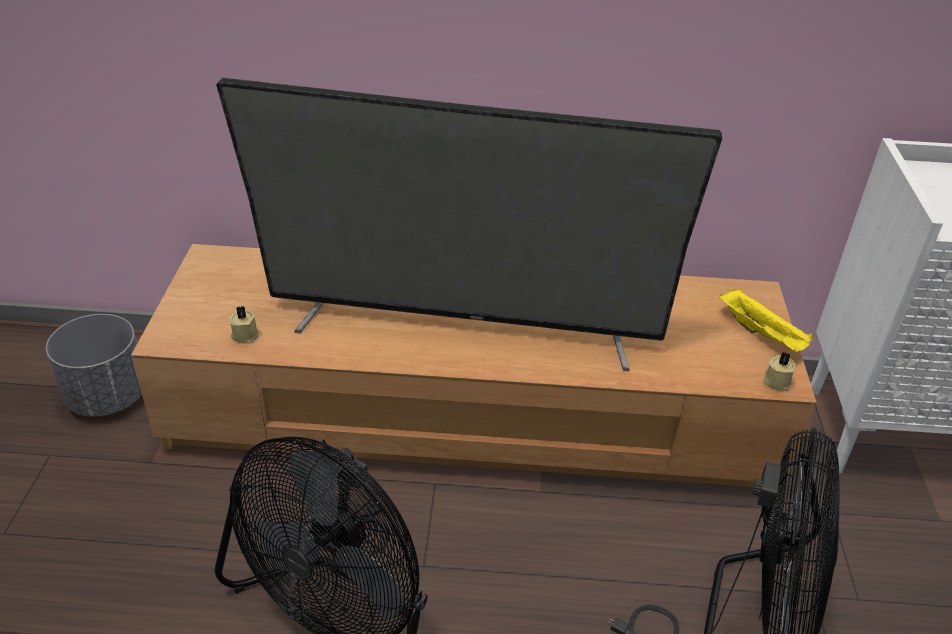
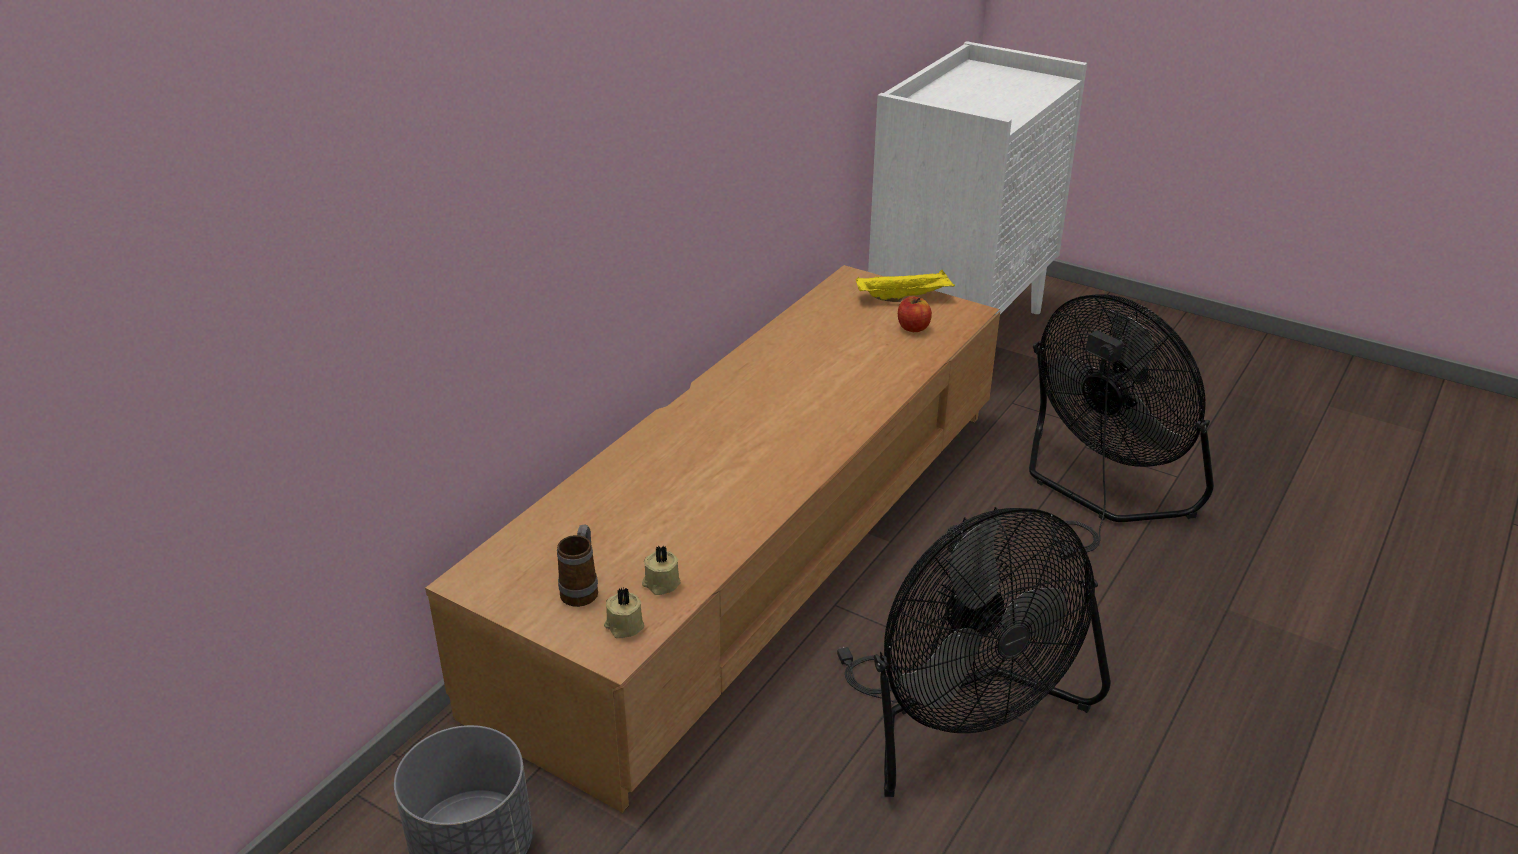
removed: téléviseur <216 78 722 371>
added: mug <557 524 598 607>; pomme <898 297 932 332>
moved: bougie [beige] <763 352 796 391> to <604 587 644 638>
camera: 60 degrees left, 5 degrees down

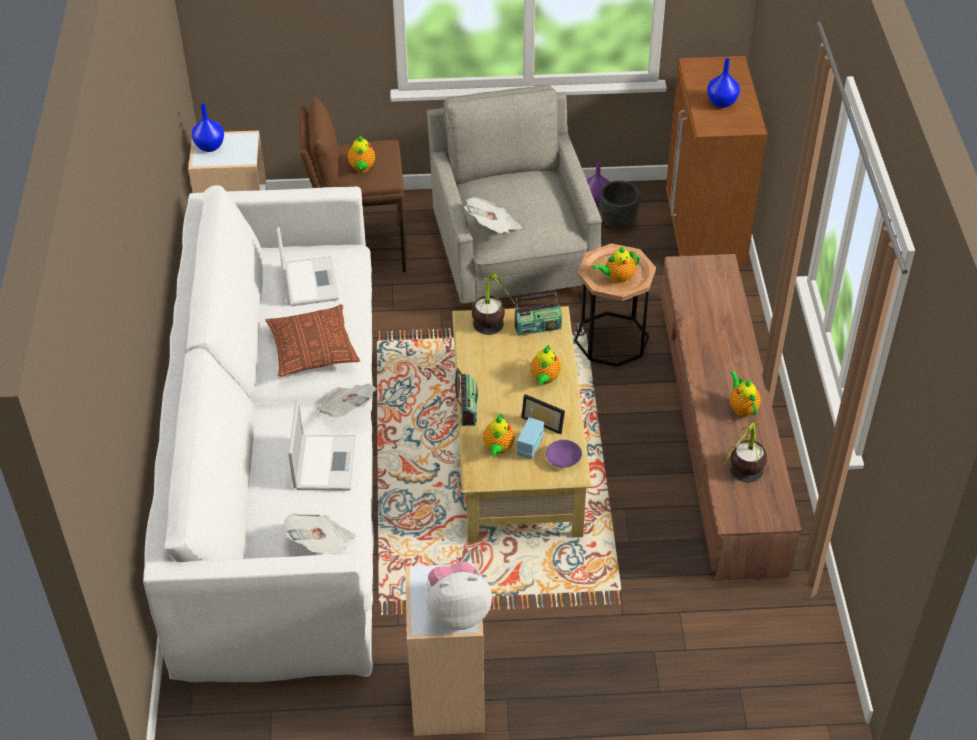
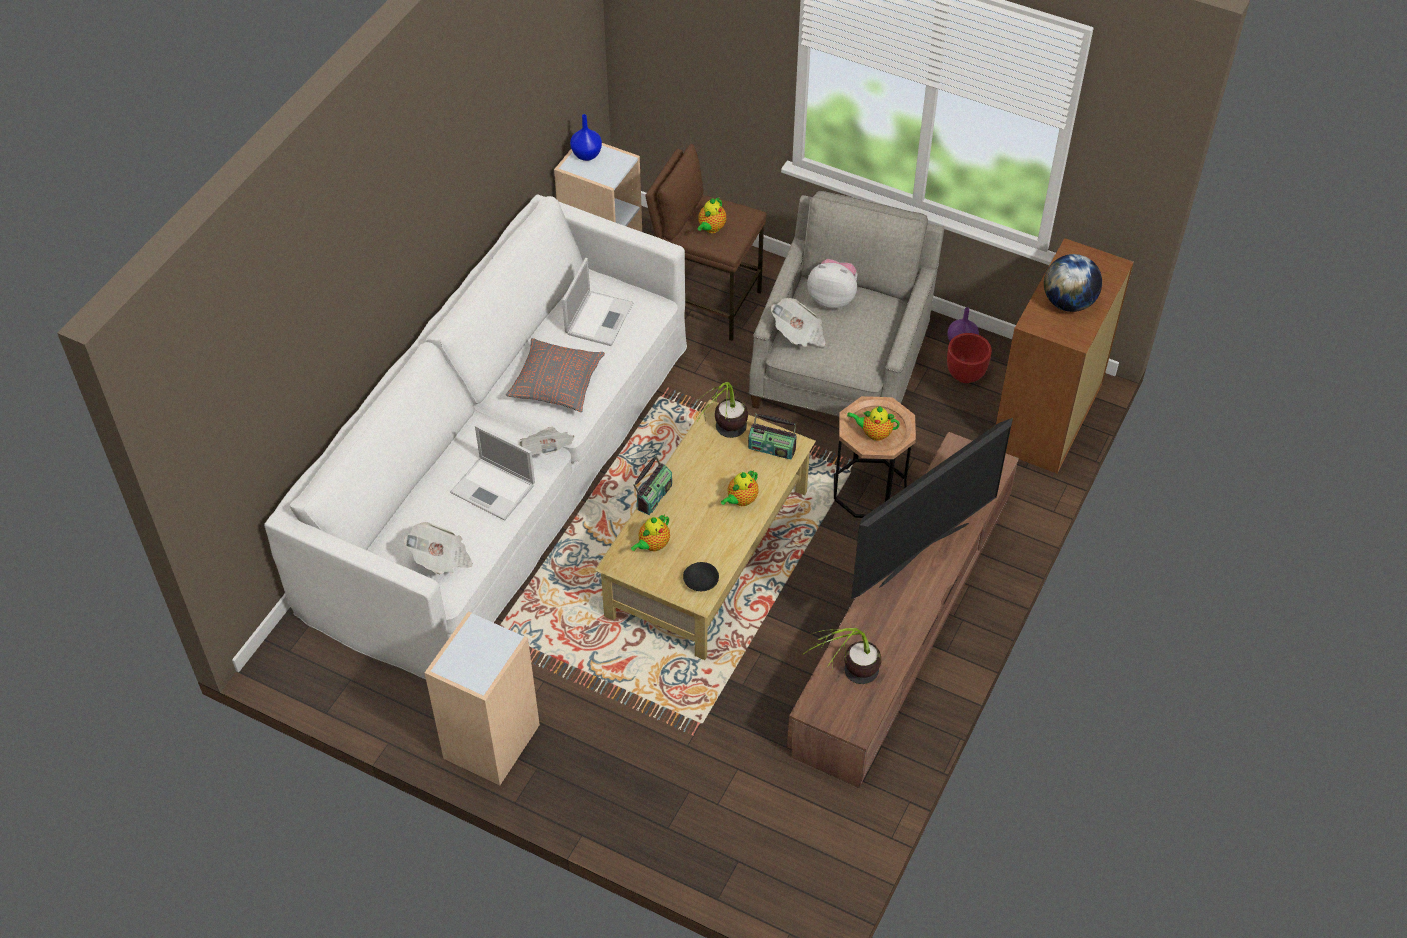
removed: radio <517 408 544 459>; cadre photo <521 394 565 435>; théière <730 371 761 417>
added: téléviseur <851 418 1013 599>
moved: peluche <427 562 492 630> to <807 259 857 309>
replaced: vase [bleu] <707 58 740 108> to globe <1044 254 1102 312>
recoloured: coussin [marron] <266 304 360 377> to coussin [gris] <506 338 605 412>; bol [violet] <546 440 582 468> to bol [noir] <683 562 719 591>; cache-pot [noir] <600 181 641 228> to cache-pot [rouge] <947 333 992 383>
turned: ordinateur portable <288 400 356 491> = <450 425 535 520> 90 degrees clockwise
camera: 30 degrees right, 5 degrees up

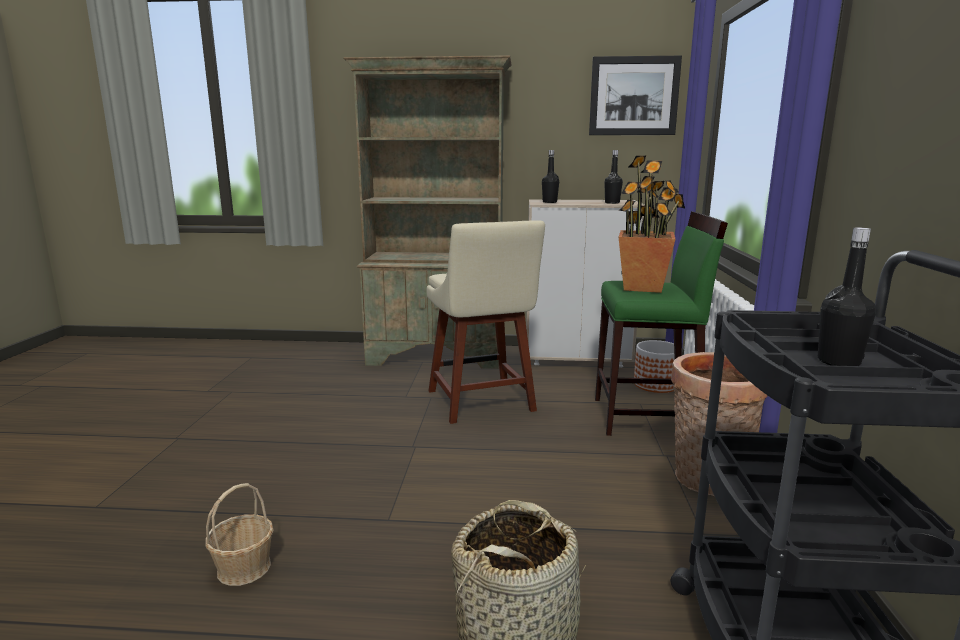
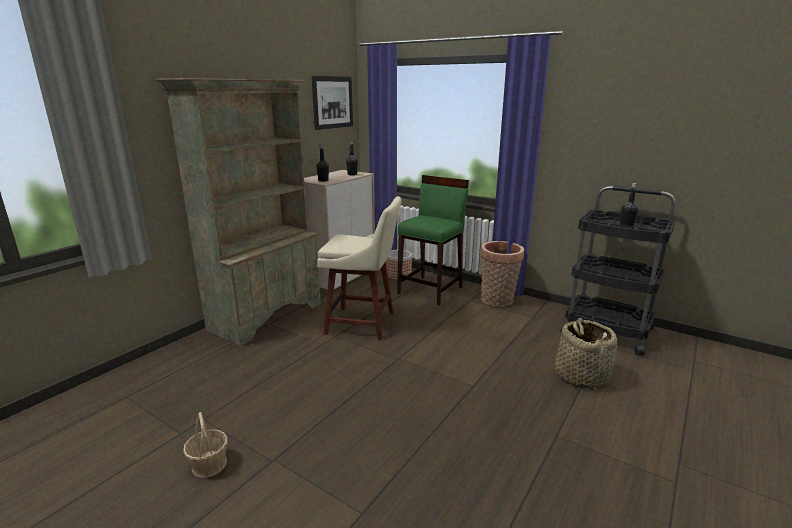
removed: plante en pot <618 156 685 293>
moved: panier <206 483 274 586> to <183 412 228 478>
camera: 60 degrees left, 5 degrees up

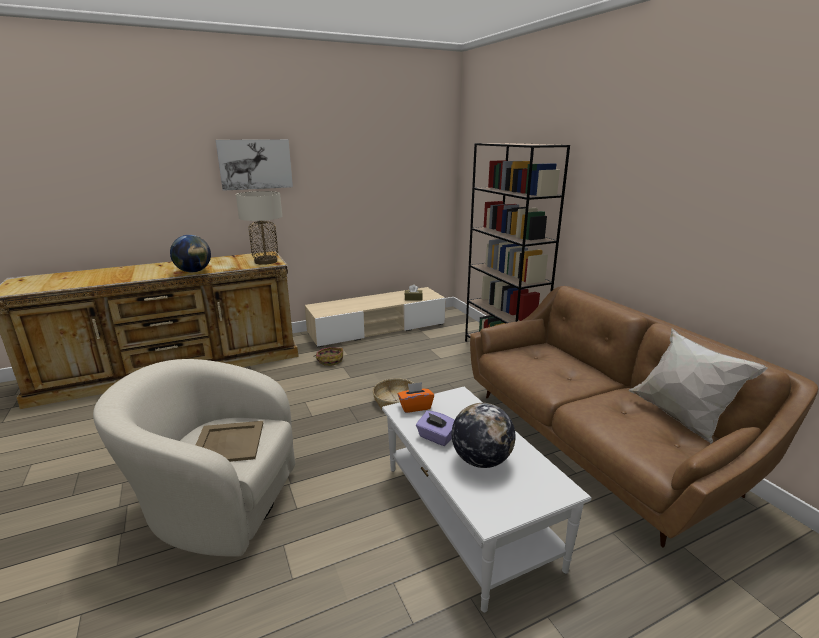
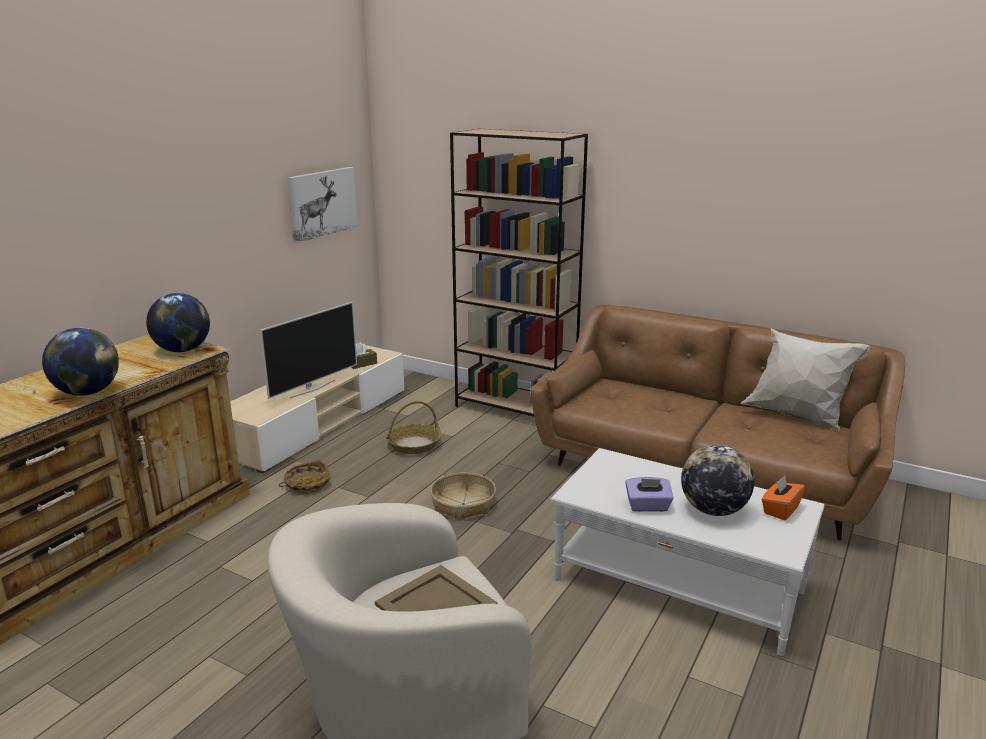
added: téléviseur <260 302 357 399>; panier <386 401 441 454>
moved: tableau <215 139 293 191> to <287 167 358 243>; boîte à mouchoirs [orange] <398 382 434 413> to <762 475 805 520>
replaced: lampe de table <236 191 282 265> to globe <146 293 210 352>
camera: 35 degrees left, 0 degrees up

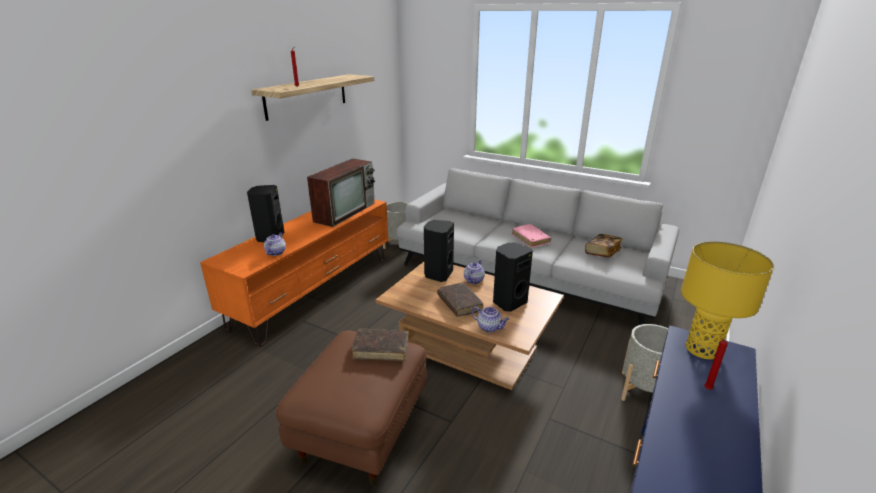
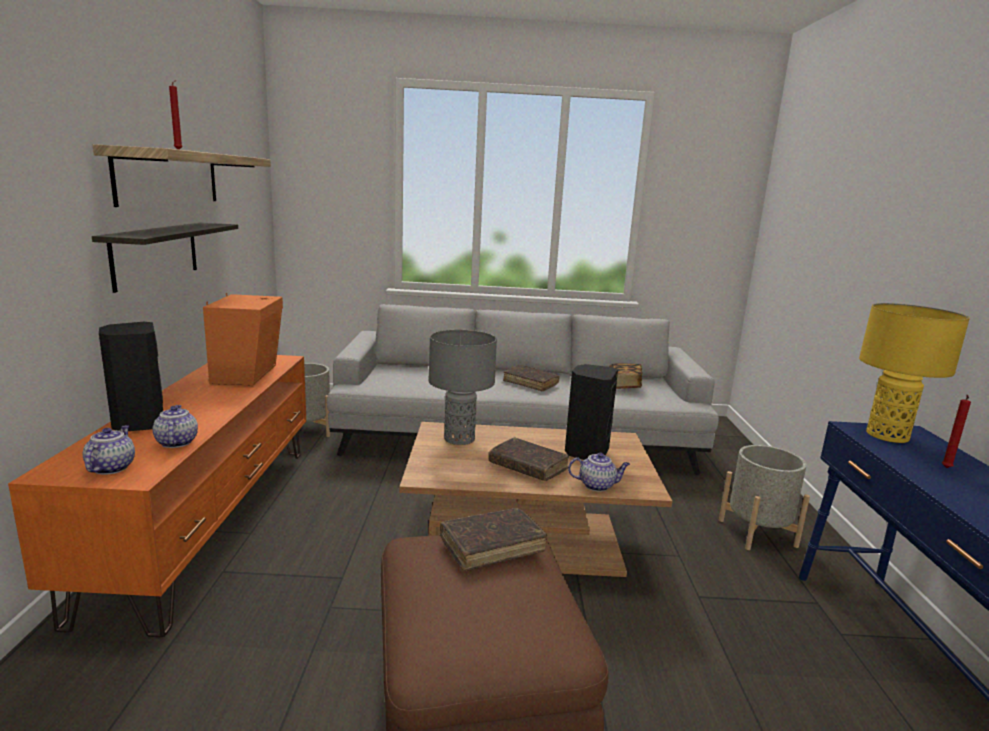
added: étagère <92 222 238 293>
moved: théière <464 260 485 284> to <83 425 135 475>
replaced: téléviseur <307 158 375 227> to enceinte [orange] <203 293 283 386>; enceinte [noir] <424 220 454 282> to lampe de table [gris] <428 330 497 445>
recoloured: livre [rose] <512 224 551 248> to livre [marron] <503 365 560 391>
camera: 30 degrees left, 10 degrees down

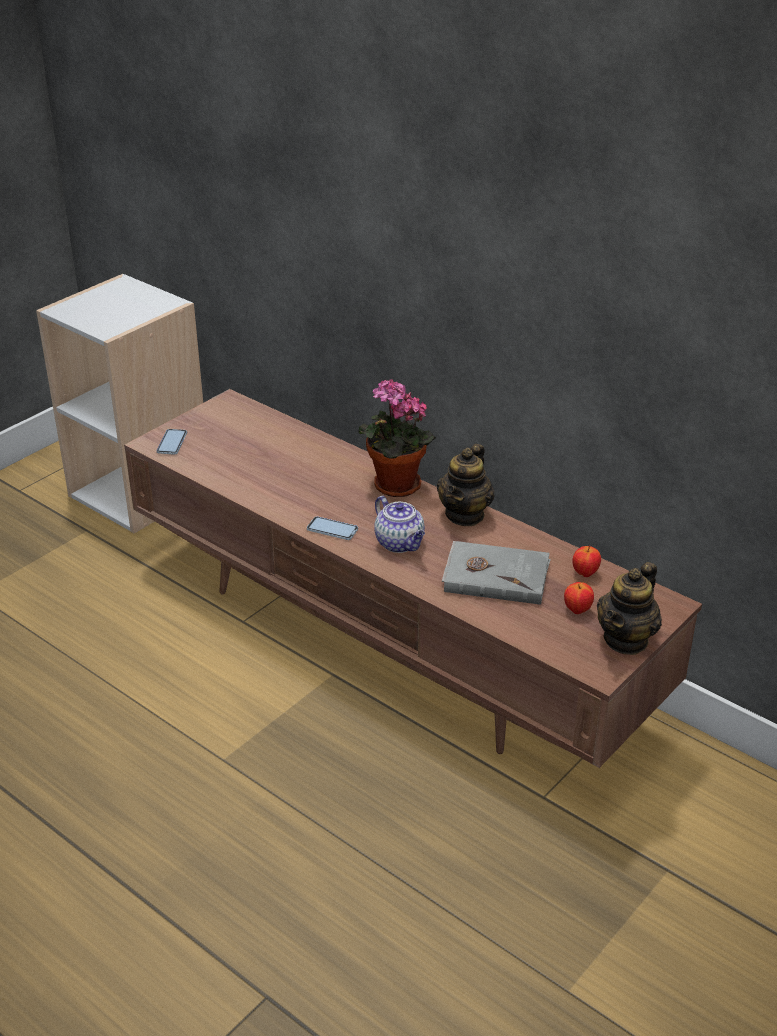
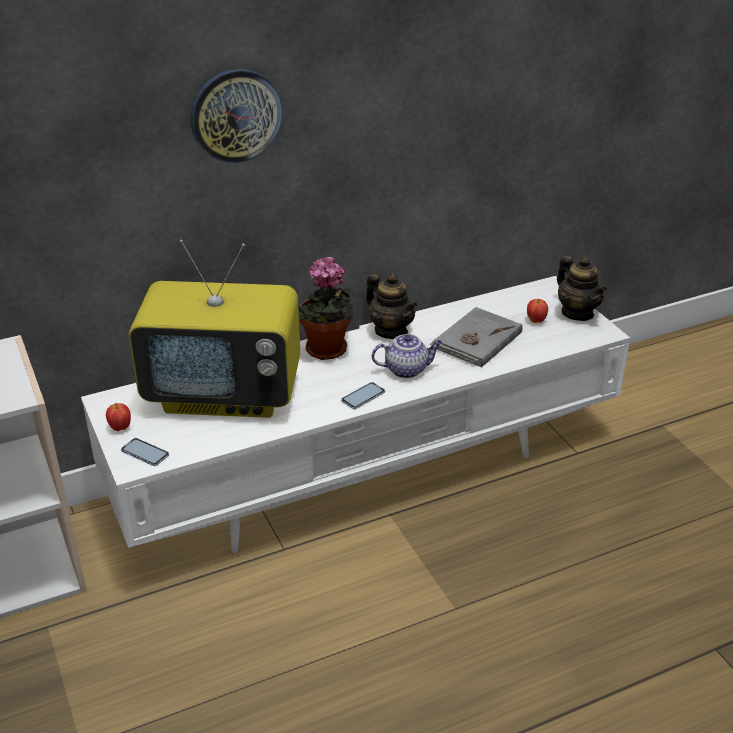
added: téléviseur <129 240 300 418>; horloge murale <190 69 283 163>
moved: pomme <573 546 601 577> to <106 403 131 431>
recoloured: meuble télé [marron] <124 389 702 768> to meuble télé [blanc] <81 276 630 553>
camera: 65 degrees left, 0 degrees up

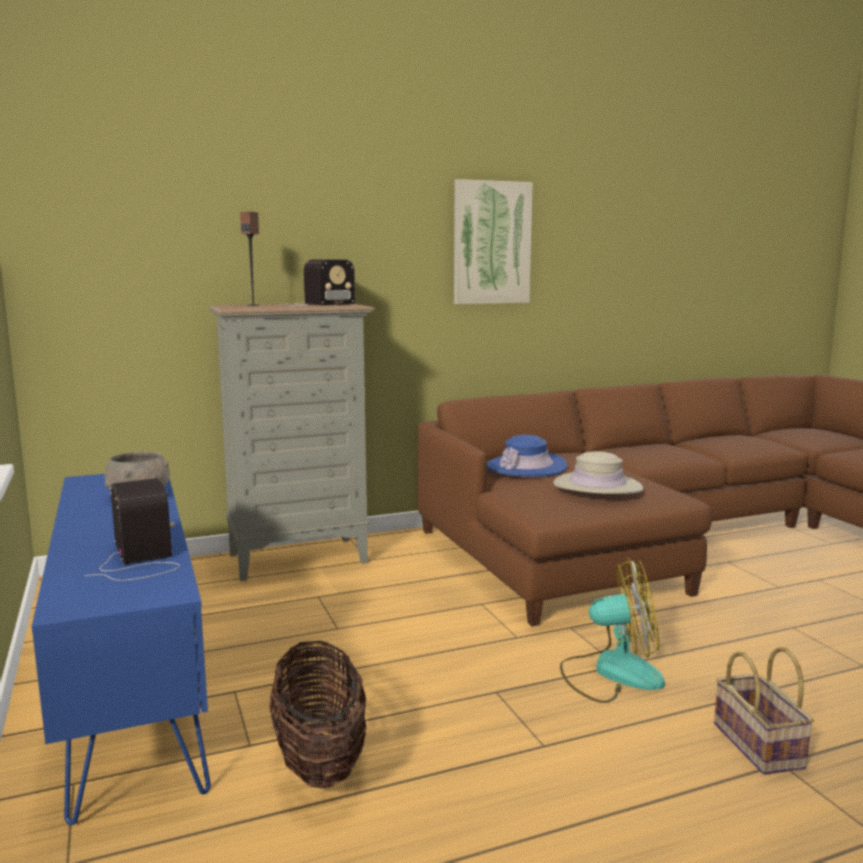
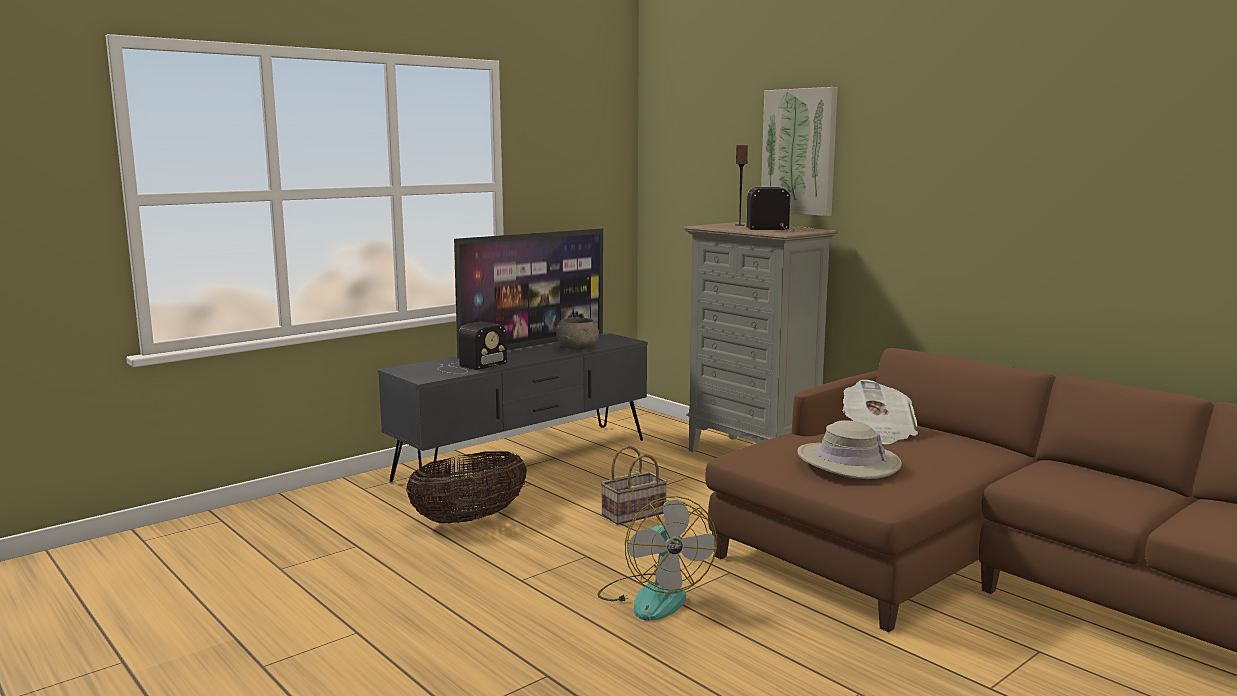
added: téléviseur <454 228 603 359>
moved: panier <714 647 814 775> to <601 446 668 525>; tableau <454 179 533 304> to <761 87 838 216>
replaced: chapeau [bleu] <487 435 567 477> to journal <843 380 918 444>
recoloured: meuble télé [bleu] <32 474 211 825> to meuble télé [gris] <378 332 648 482>
turned: radio <280 260 355 306> = <746 187 813 232> 150 degrees clockwise
camera: 70 degrees right, 0 degrees up

